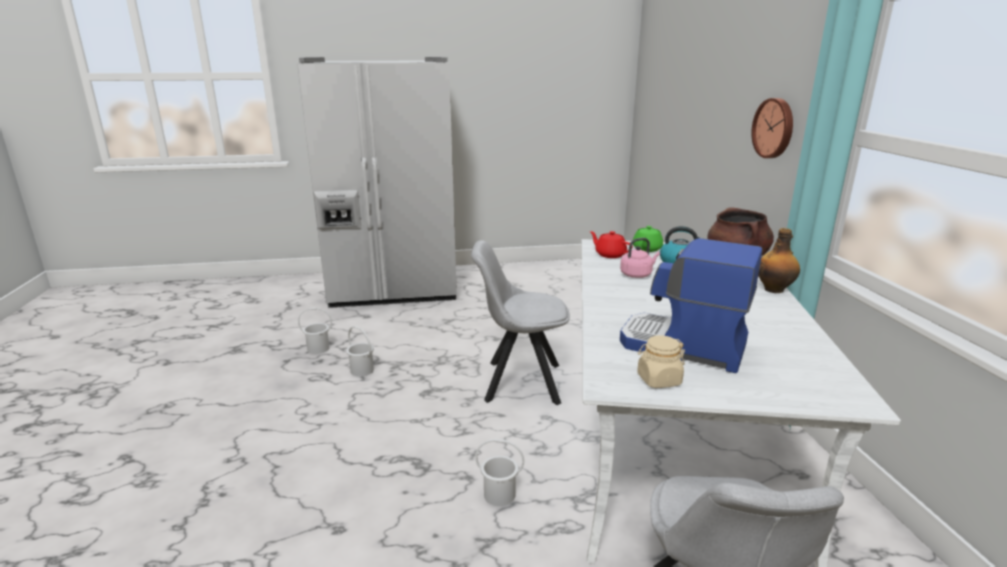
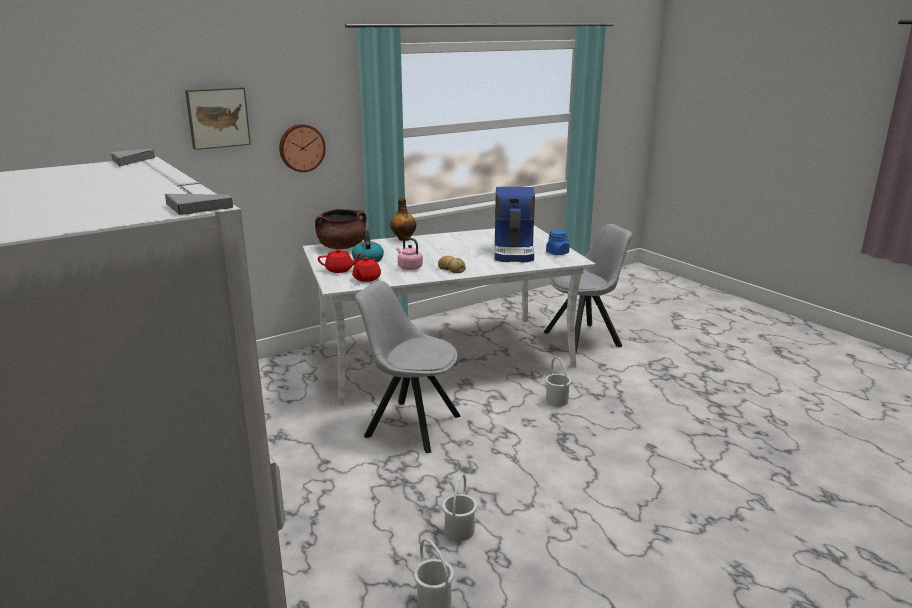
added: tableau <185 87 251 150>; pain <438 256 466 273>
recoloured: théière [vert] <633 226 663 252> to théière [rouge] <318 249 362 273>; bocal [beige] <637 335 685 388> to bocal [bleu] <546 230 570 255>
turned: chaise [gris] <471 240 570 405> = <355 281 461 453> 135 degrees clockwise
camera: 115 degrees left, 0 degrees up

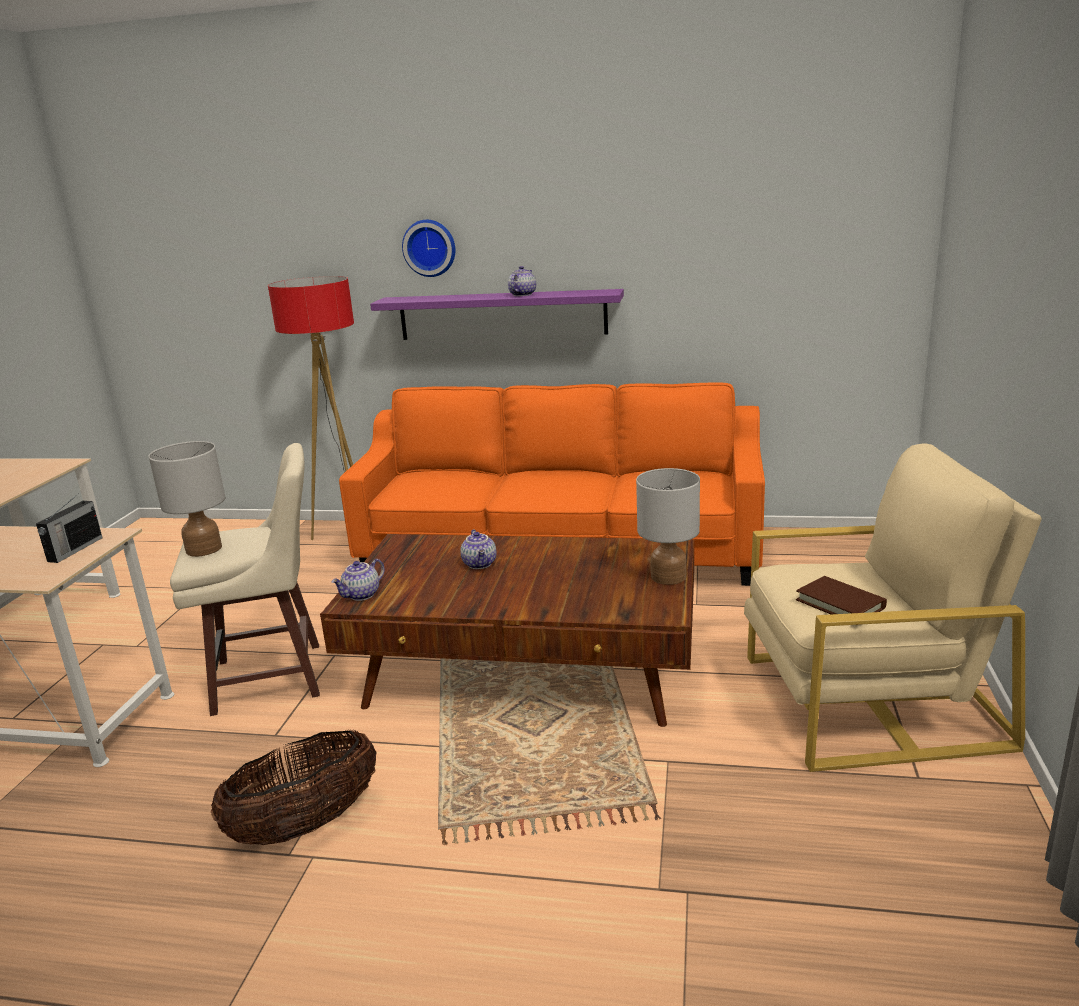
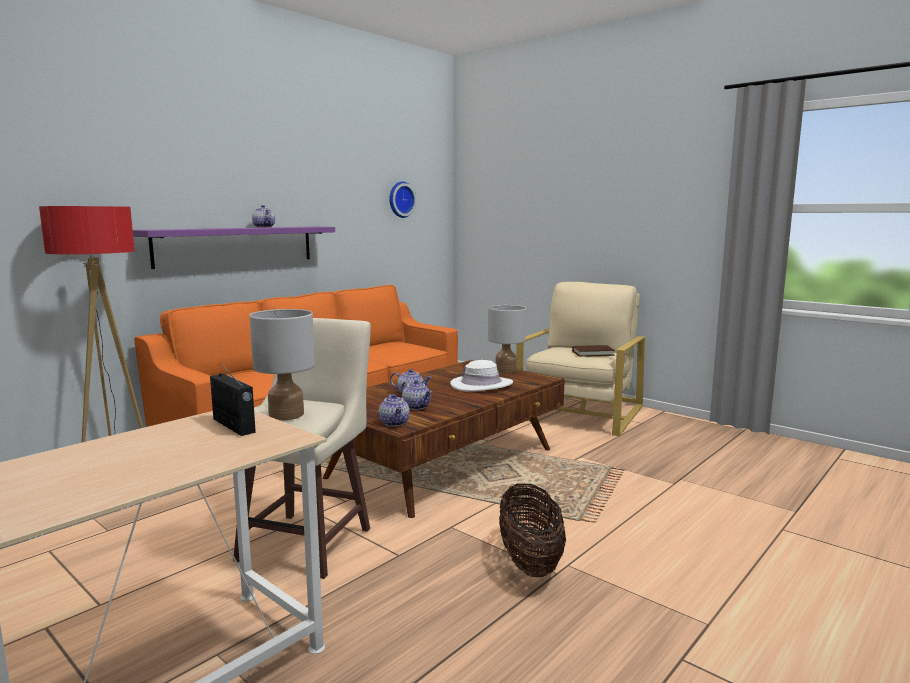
added: théière <401 380 432 410>; chapeau [blanc] <450 360 513 392>
moved: horloge murale <402 220 455 277> to <389 182 417 218>
camera: 60 degrees left, 10 degrees down

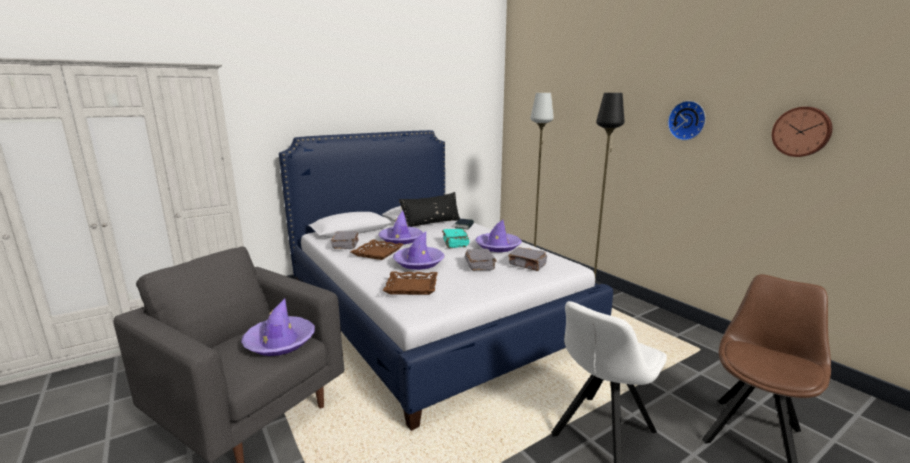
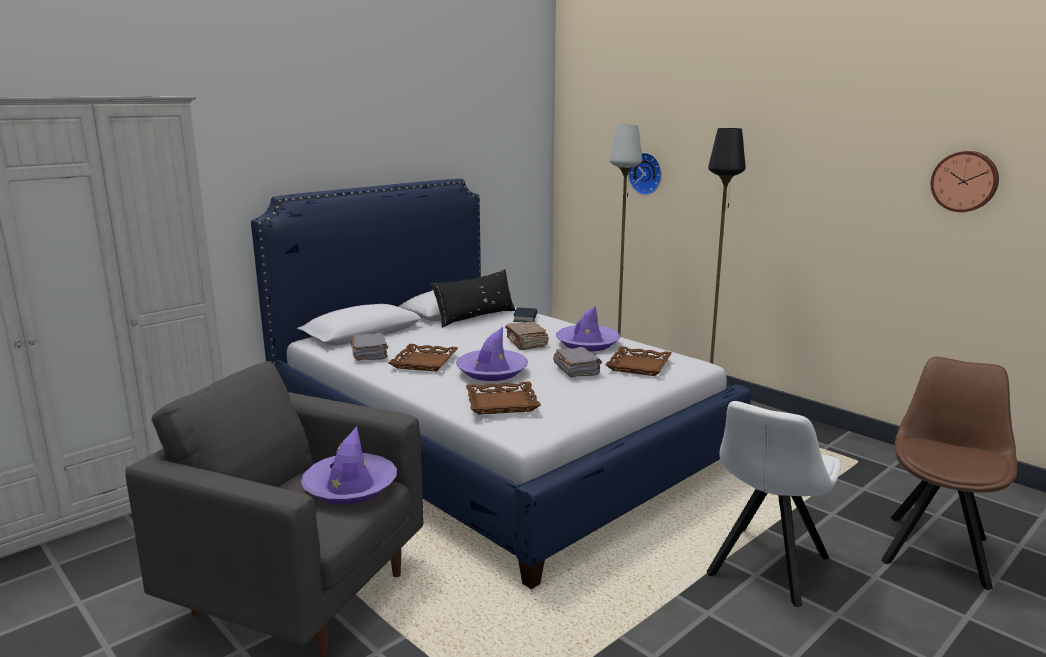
removed: chapeau [violet] <379 211 423 244>
moved: horloge murale <668 101 706 141> to <628 153 662 195>
replaced: livre [gris] <508 247 547 271> to plateau [marron] <605 346 672 376>
recoloured: livre [turquoise] <442 229 470 248> to livre [marron] <505 322 549 350>
camera: 10 degrees left, 0 degrees up

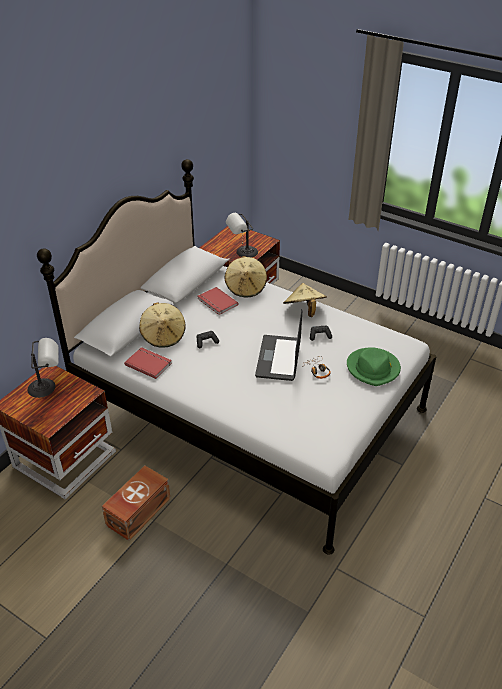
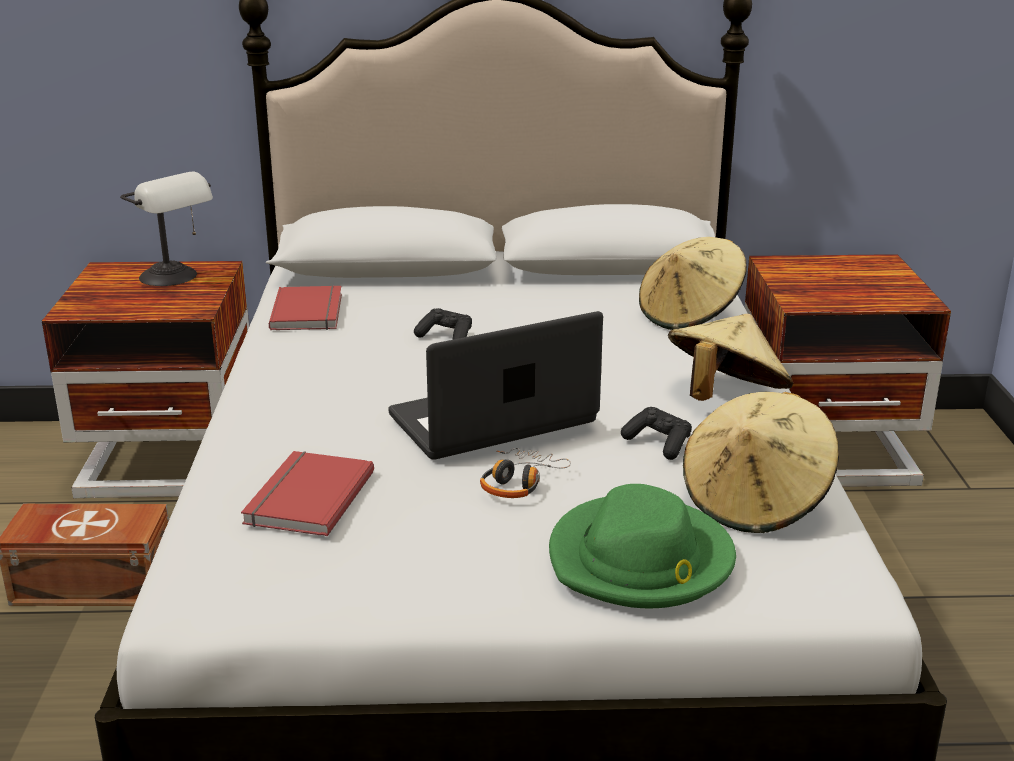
removed: lampe de table <226 213 258 258>
moved: livre [rouge] <198 287 238 315> to <241 451 374 536>; chapeau [beige] <139 302 186 348> to <683 392 839 533>
camera: 55 degrees right, 15 degrees down

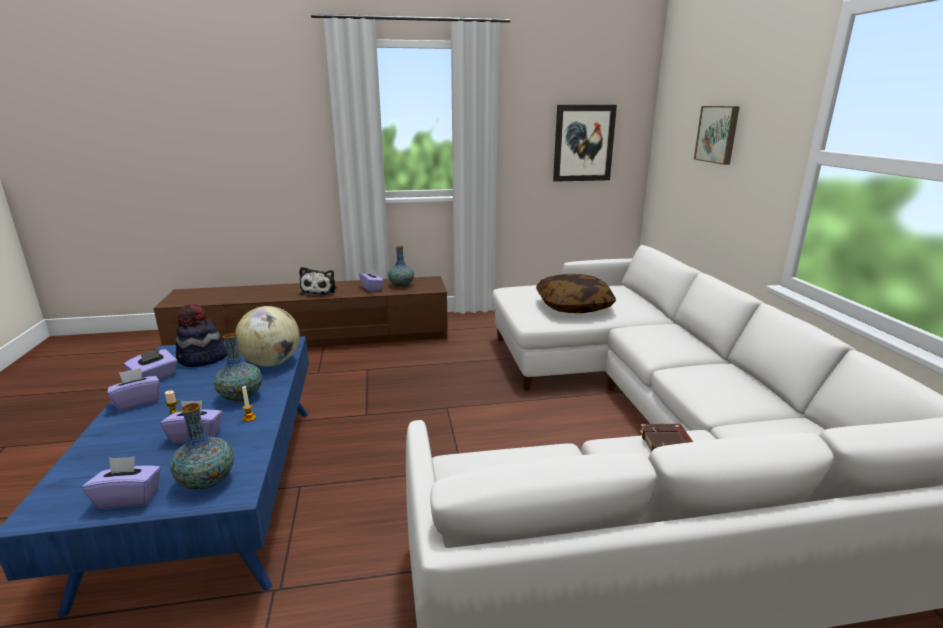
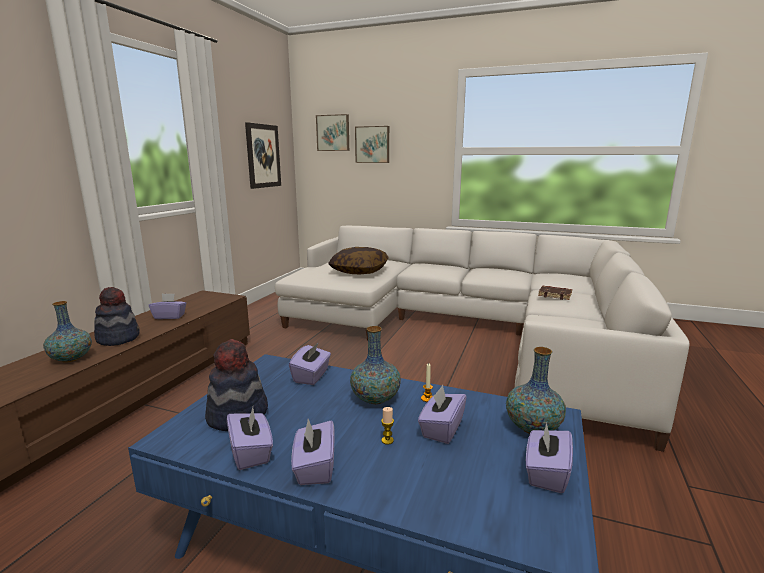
added: tableau <316 114 349 151>
moved: vase <388 246 414 287> to <43 301 92 363>
replaced: peluche <299 267 337 295> to chapeau <94 287 140 346>; globe <235 306 300 366> to boîte à mouchoirs [violet] <289 342 331 385>
camera: 60 degrees left, 5 degrees down

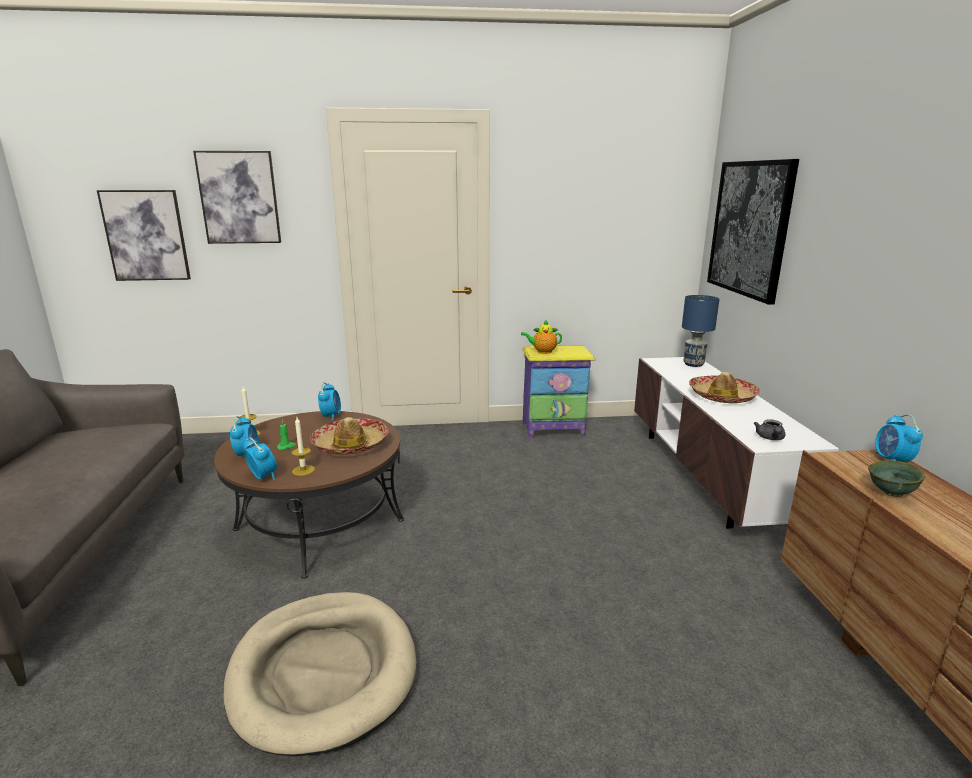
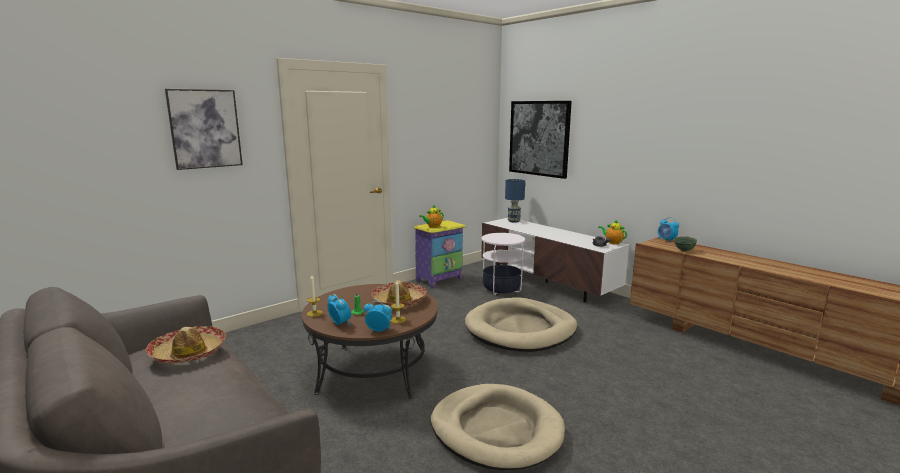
removed: tableau <97 190 191 281>; réveil <318 382 341 421>
added: panier pour chien [beige] <465 297 577 352>; table d'appoint [blanc] <482 233 525 295>; théière <598 220 627 244>
moved: chapeau <689 372 760 403> to <146 326 226 363>
camera: 35 degrees left, 5 degrees down

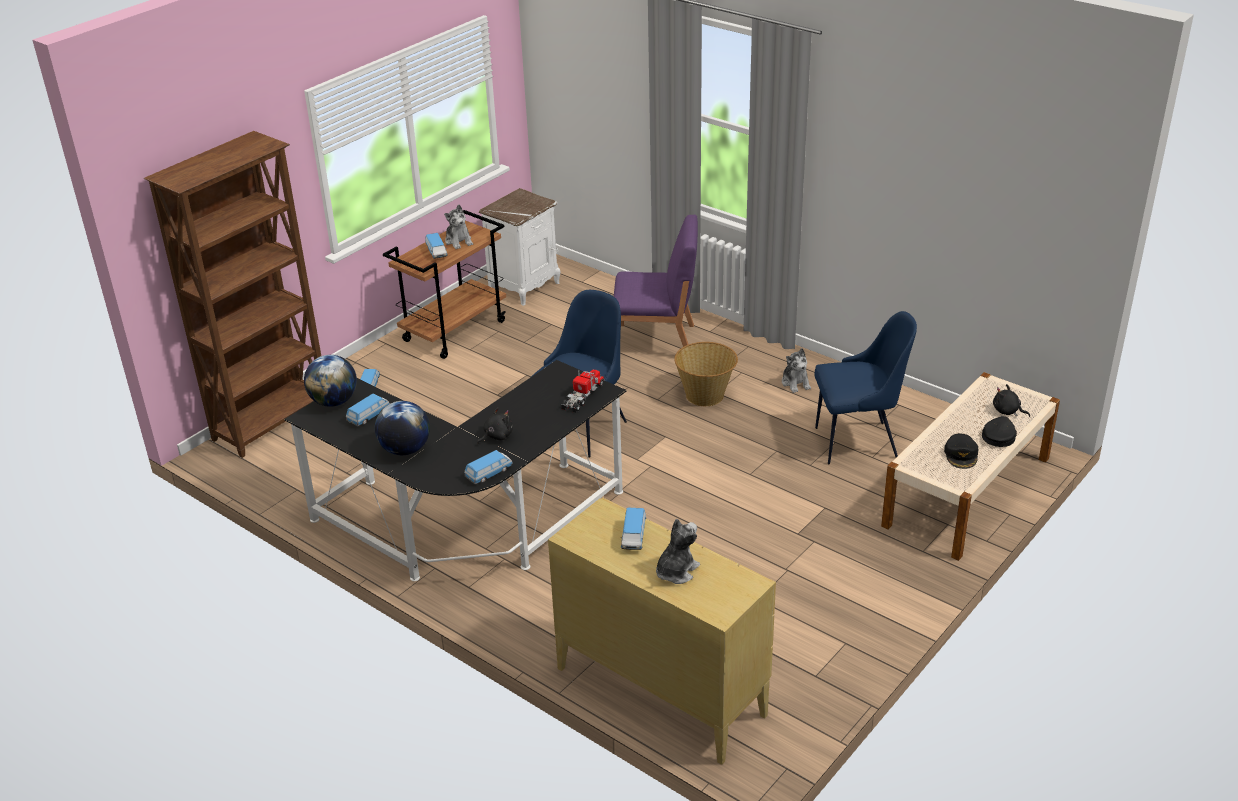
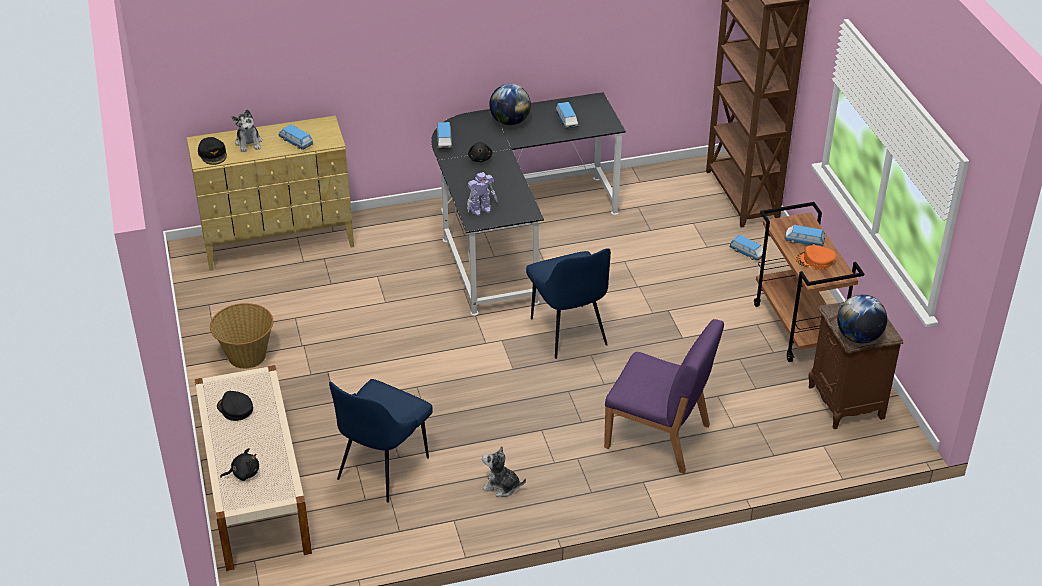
moved: casquette [noir] <982 416 1017 447> to <198 137 227 165>; panier <674 342 738 406> to <210 303 273 369>; globe <304 355 357 407> to <837 295 887 343>
replaced: camion jouet <561 370 604 413> to robot jouet <467 172 498 216>; peluche <444 205 473 249> to casquette [orange] <795 245 836 269>
recoloured: table de chevet [blanc] <479 188 560 306> to table de chevet [marron] <808 296 903 429>
turned: chaise [violet] <614 215 698 347> = <604 319 724 474> 105 degrees counterclockwise
camera: 125 degrees right, 5 degrees up

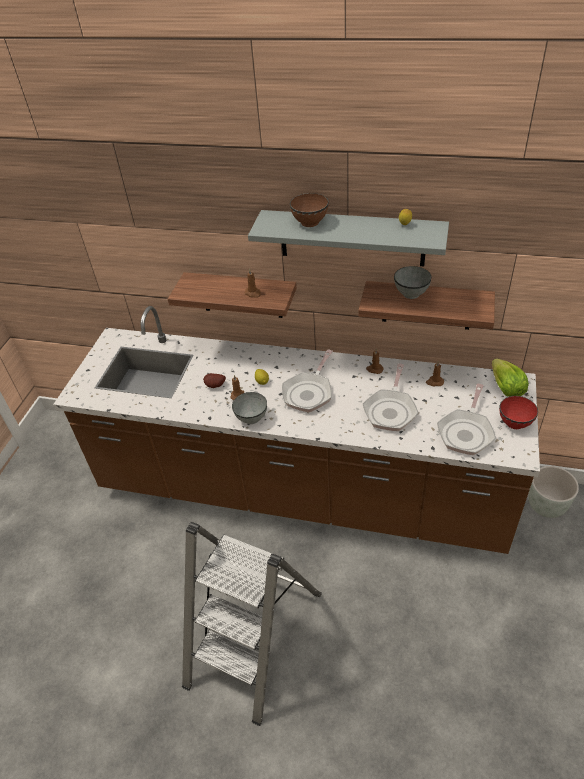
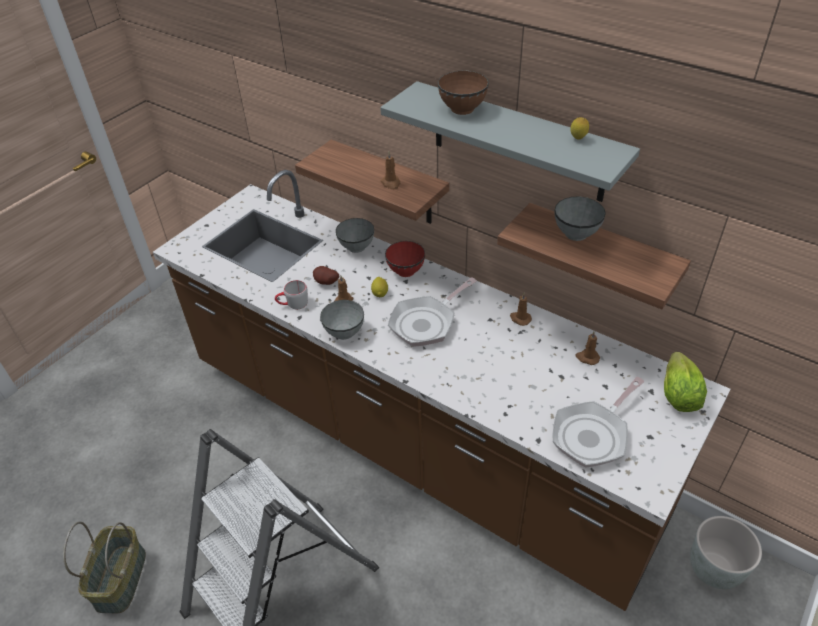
removed: poêle <363 363 418 431>
added: panier <63 522 146 614>; mug [gris] <275 280 308 309>; bol [gris] <336 218 374 253>
moved: bol [rouge] <499 396 538 429> to <385 241 425 277>
camera: 20 degrees right, 0 degrees up

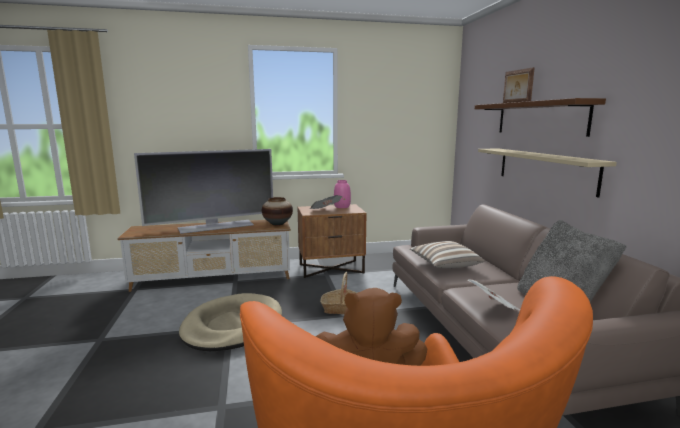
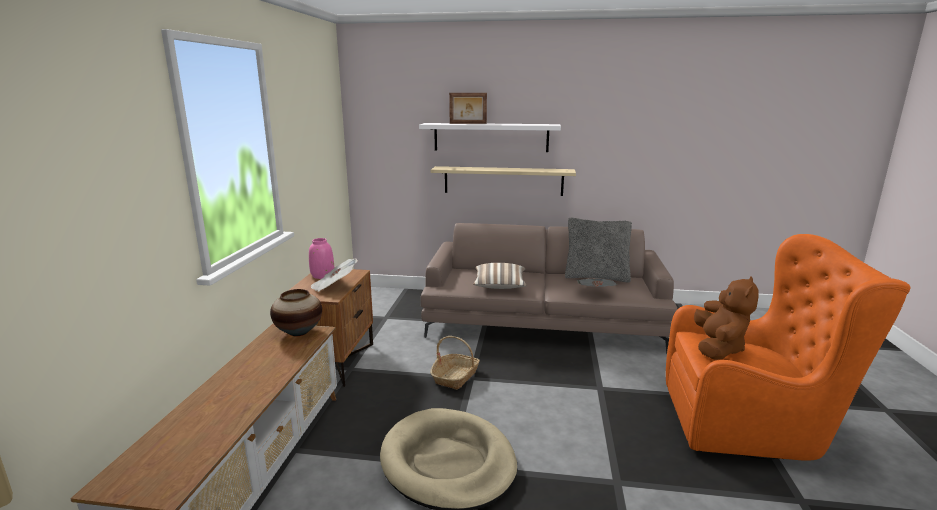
removed: téléviseur <134 149 273 234>
recoloured: étagère [marron] <475 98 606 137> to étagère [blanc] <419 123 561 152>
camera: 70 degrees left, 5 degrees up

